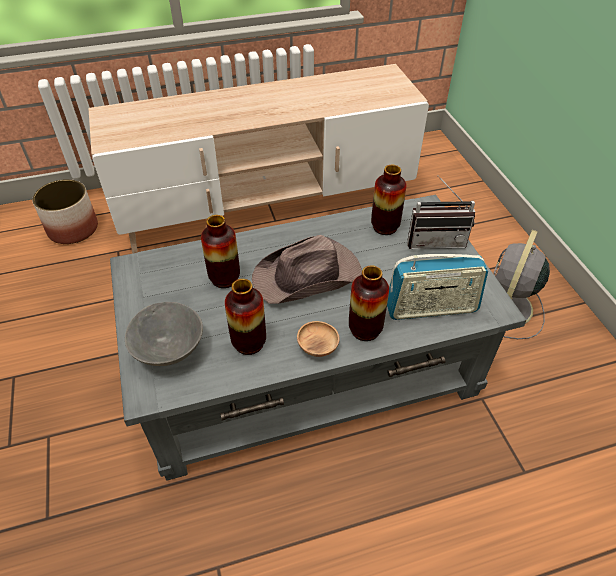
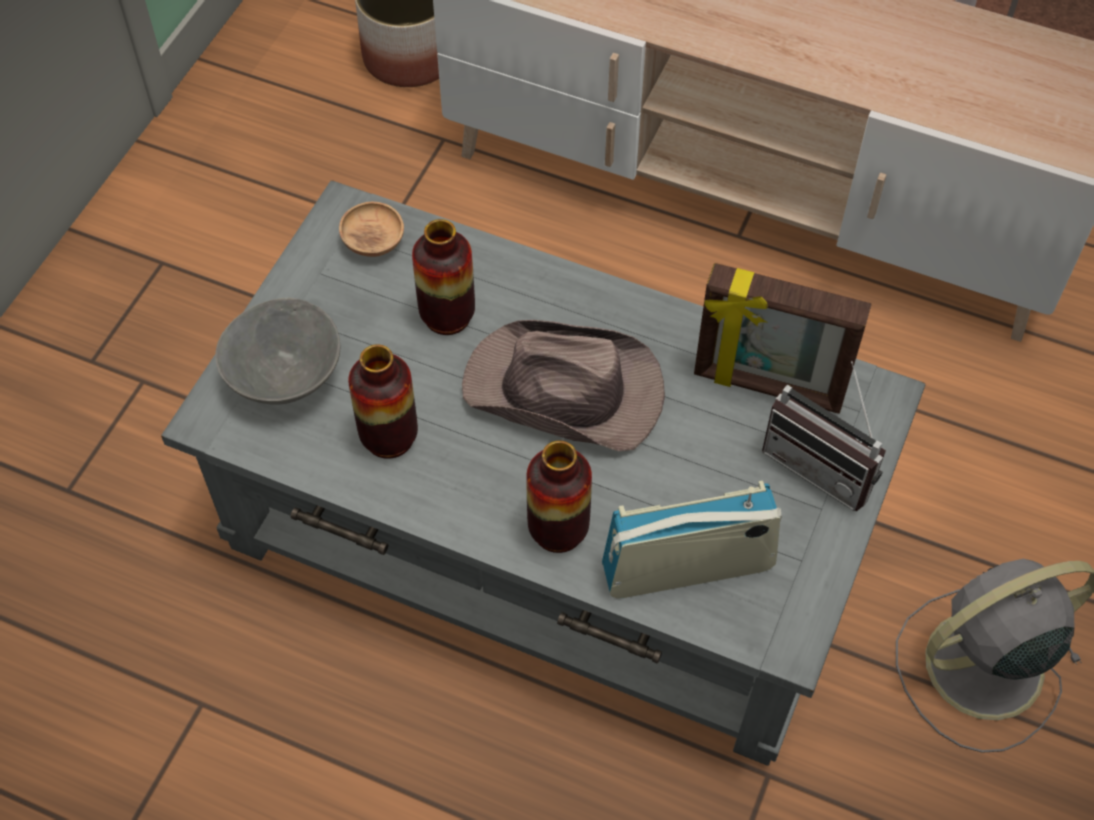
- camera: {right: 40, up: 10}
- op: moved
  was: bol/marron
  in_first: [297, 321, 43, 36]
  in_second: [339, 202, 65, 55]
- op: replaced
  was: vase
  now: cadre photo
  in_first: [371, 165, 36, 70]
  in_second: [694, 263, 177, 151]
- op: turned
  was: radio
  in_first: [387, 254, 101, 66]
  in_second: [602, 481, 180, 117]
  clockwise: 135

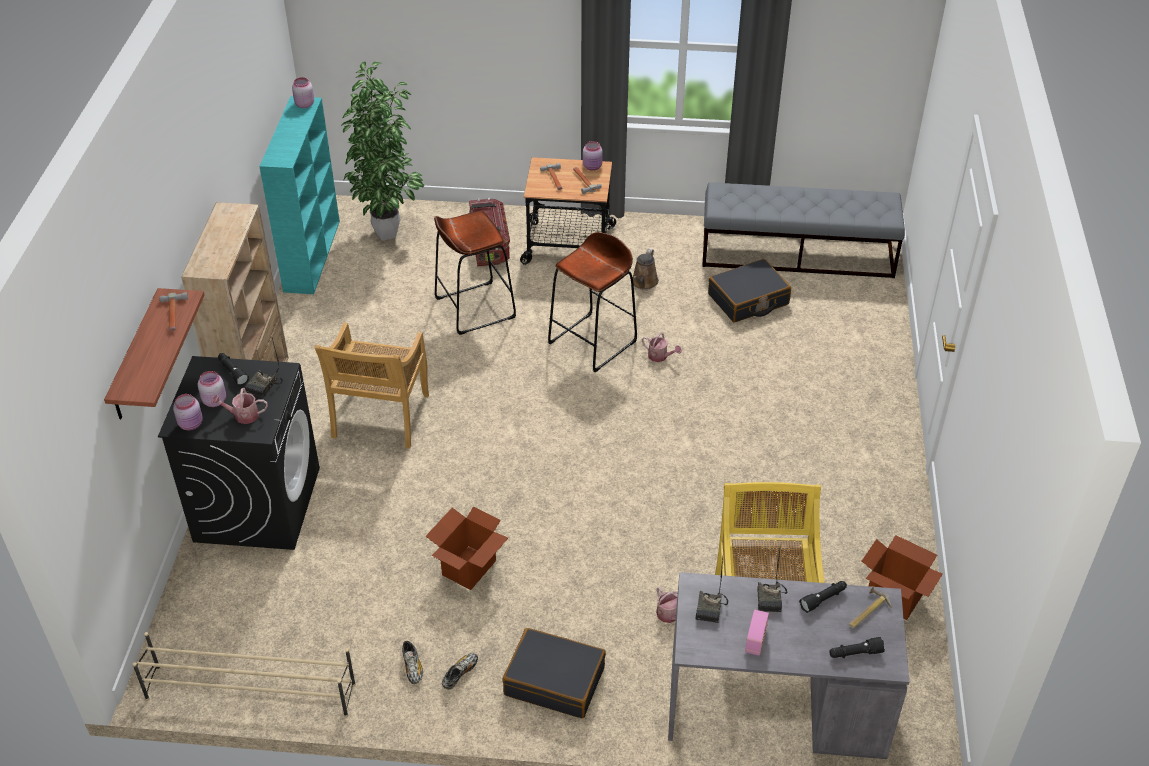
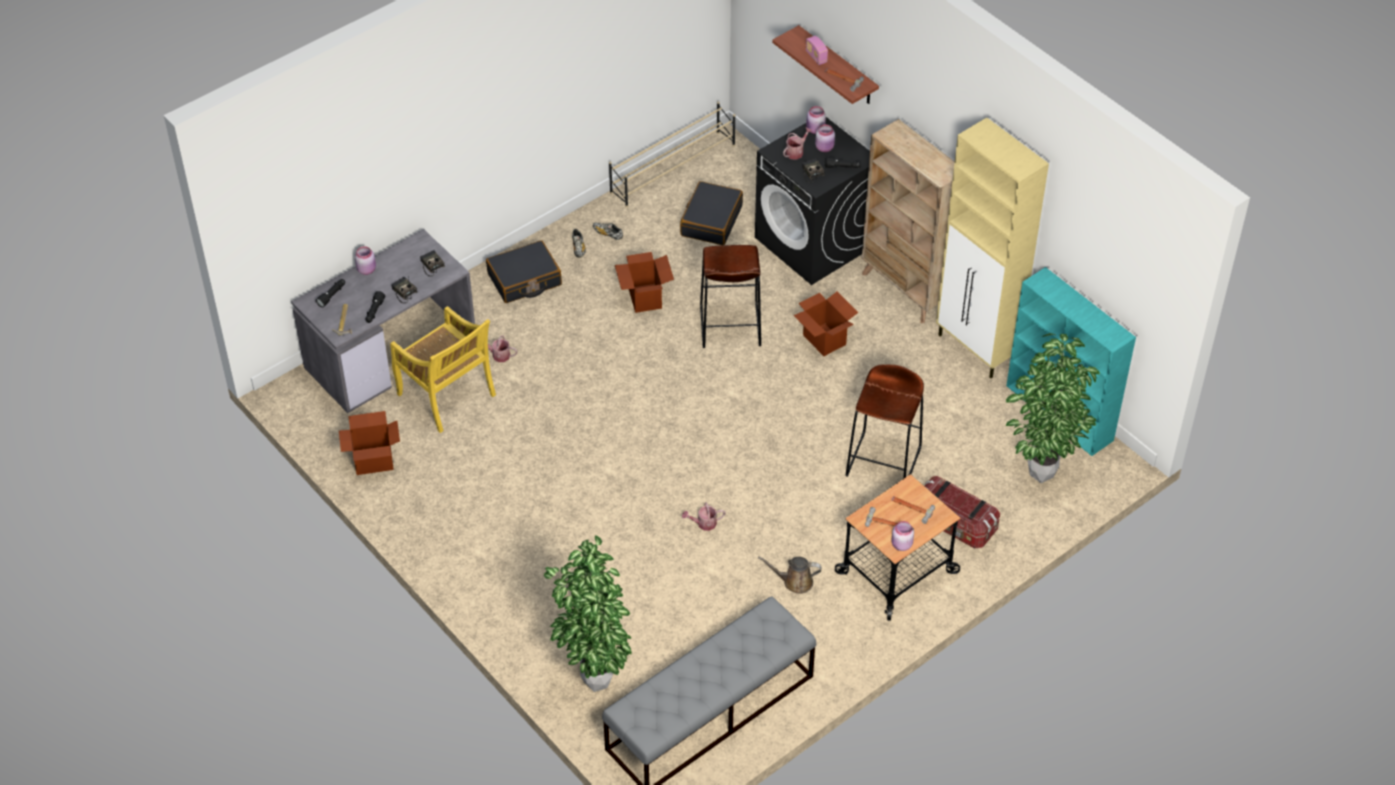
- camera: {right: 135, up: 5}
- op: added
  now: plante en pot
  in_second: [544, 535, 88, 157]
- op: added
  now: meuble de rangement/beige
  in_second: [936, 118, 113, 260]
- op: moved
  was: bocal/rose
  in_first: [292, 77, 22, 31]
  in_second: [355, 246, 21, 29]
- op: moved
  was: tabouret/marron
  in_first: [548, 232, 89, 140]
  in_second: [700, 245, 61, 103]
- op: moved
  was: valise/noir
  in_first: [708, 259, 83, 63]
  in_second: [680, 181, 63, 64]
- op: moved
  was: radio
  in_first: [745, 610, 24, 46]
  in_second: [806, 36, 22, 29]
- op: replaced
  was: chaise/beige
  now: carton
  in_first: [315, 323, 114, 126]
  in_second: [793, 291, 65, 65]
- op: turned
  was: arrosoir/marron
  in_first: [633, 249, 26, 41]
  in_second: [758, 556, 64, 38]
  clockwise: -60

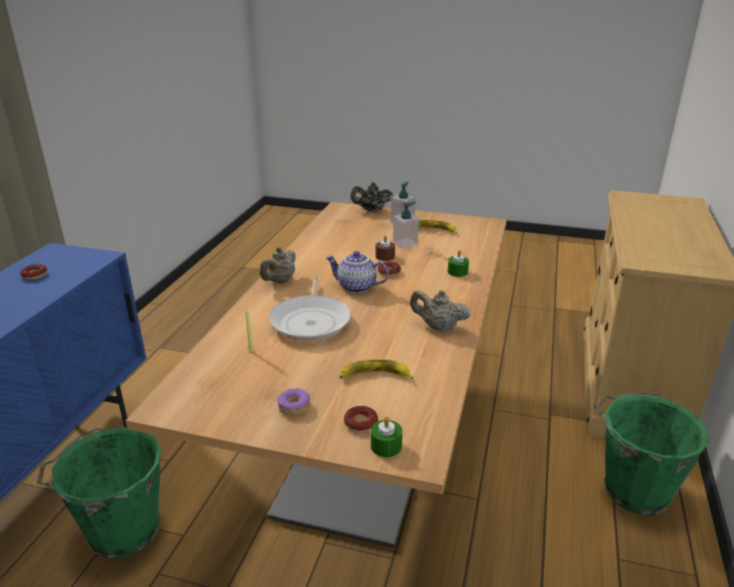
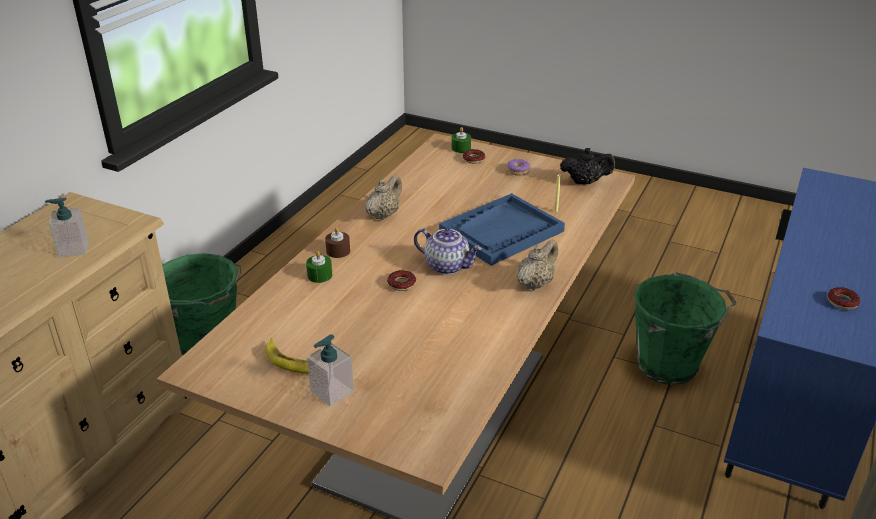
- camera: {right: -170, up: 5}
- op: removed
  was: banane
  in_first: [340, 359, 73, 20]
- op: moved
  was: théière/noir
  in_first: [351, 182, 42, 30]
  in_second: [560, 148, 55, 37]
- op: moved
  was: bougie/marron
  in_first: [375, 235, 20, 26]
  in_second: [325, 227, 25, 31]
- op: moved
  was: distributeur de savon
  in_first: [393, 202, 26, 46]
  in_second: [45, 197, 43, 61]
- op: replaced
  was: poêle
  now: plateau/bleu
  in_first: [269, 277, 82, 64]
  in_second: [439, 193, 126, 73]
- op: turned
  was: théière/beige
  in_first: [410, 290, 60, 42]
  in_second: [366, 175, 36, 45]
  clockwise: -90

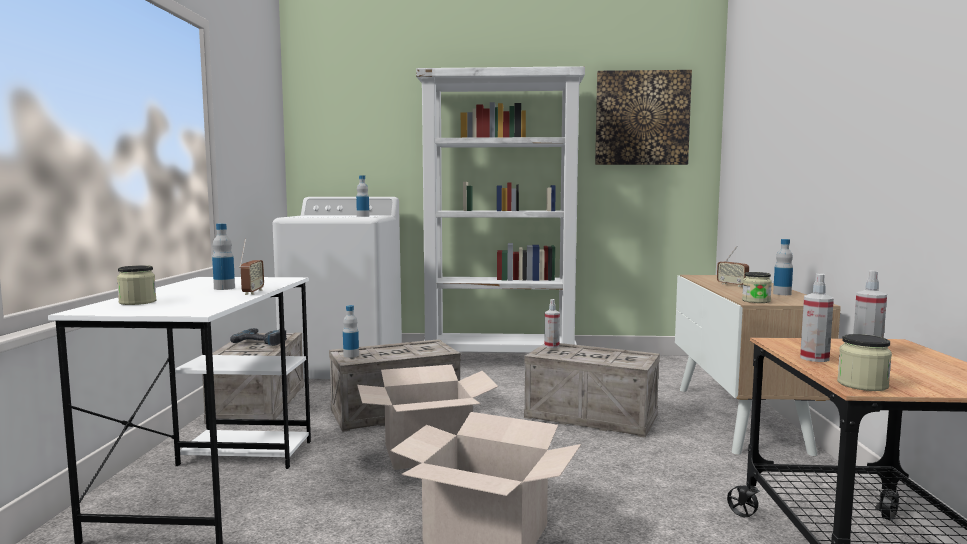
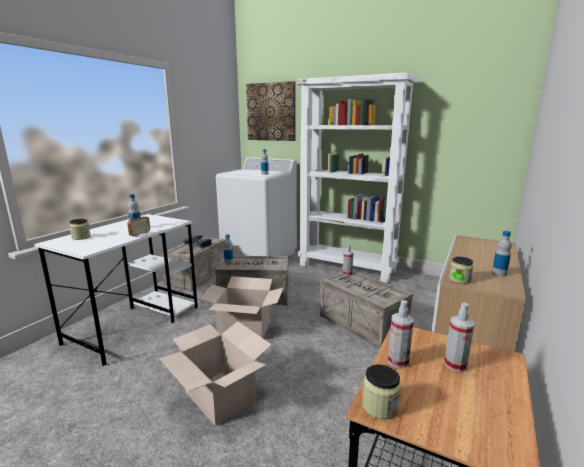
- camera: {right: 25, up: 10}
- op: removed
  was: radio
  in_first: [717, 246, 32, 41]
- op: moved
  was: tableau
  in_first: [595, 70, 97, 95]
  in_second: [246, 81, 50, 60]

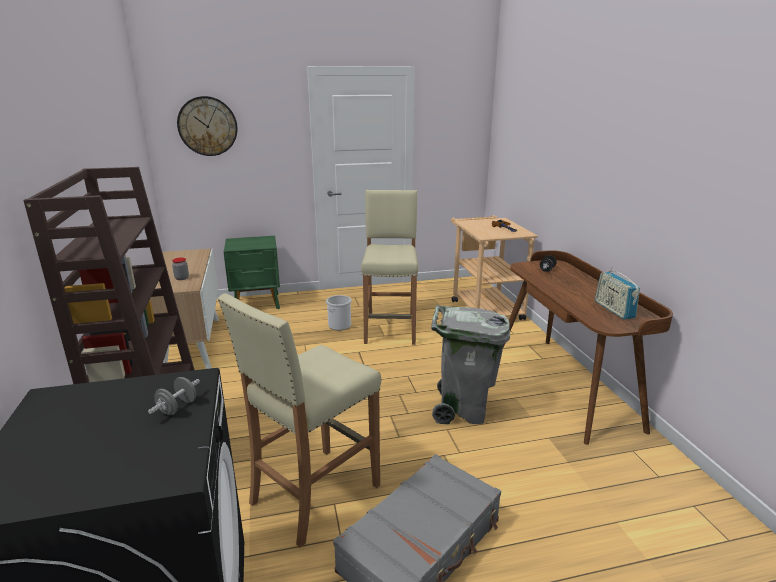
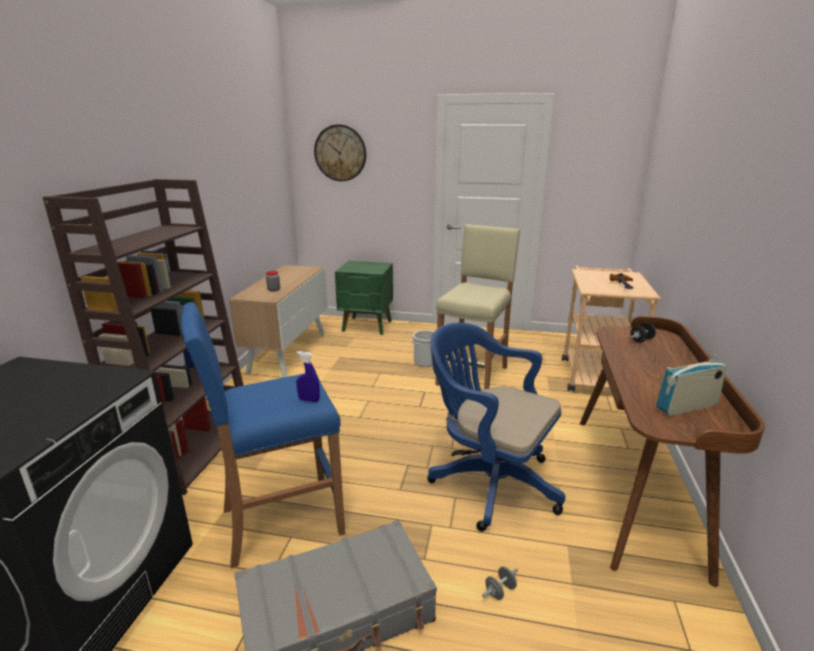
- camera: {right: 25, up: 0}
- op: added
  now: vaporisateur/bleu
  in_second: [296, 351, 24, 51]
- op: moved
  was: haltère/gris
  in_first: [148, 377, 52, 38]
  in_second: [482, 566, 36, 34]
- op: replaced
  was: poubelle/gris
  now: chaise de bureau/bleu
  in_first: [431, 305, 79, 119]
  in_second: [427, 323, 138, 209]
- op: recoloured
  was: tabouret/beige
  now: tabouret/bleu
  in_first: [218, 293, 163, 254]
  in_second: [181, 302, 164, 266]
- op: turned
  was: radio
  in_first: [595, 266, 45, 54]
  in_second: [656, 353, 70, 63]
  clockwise: 60

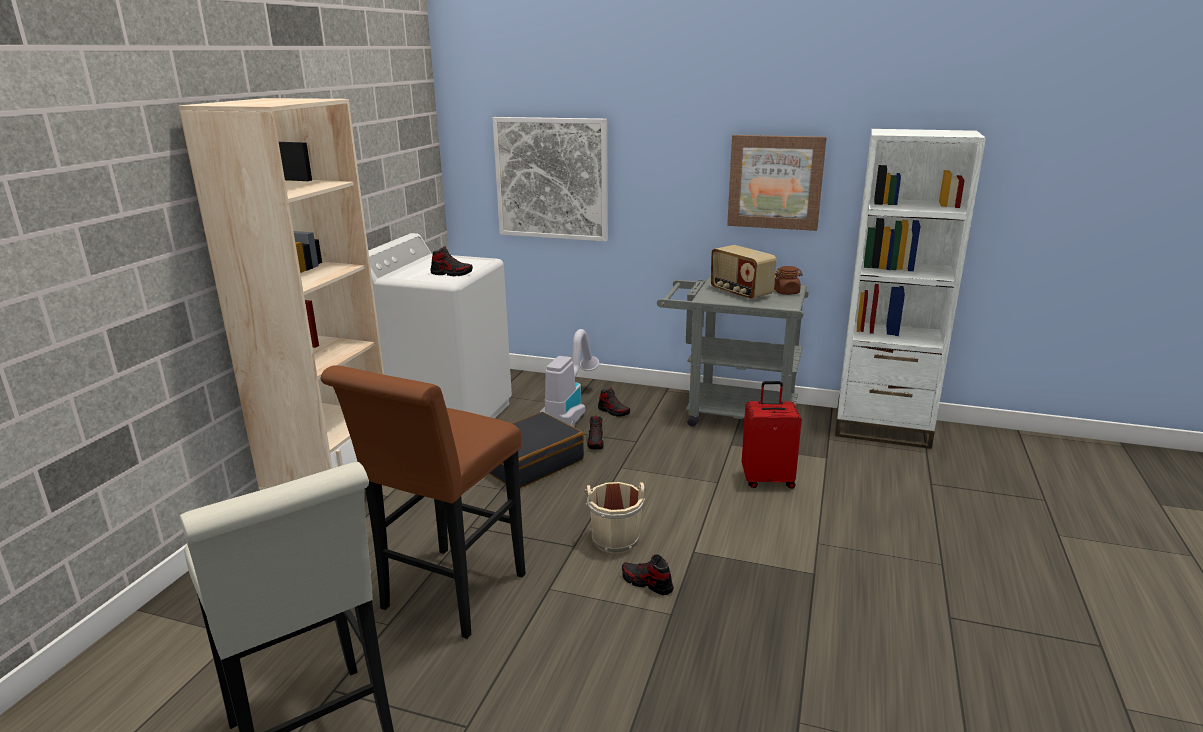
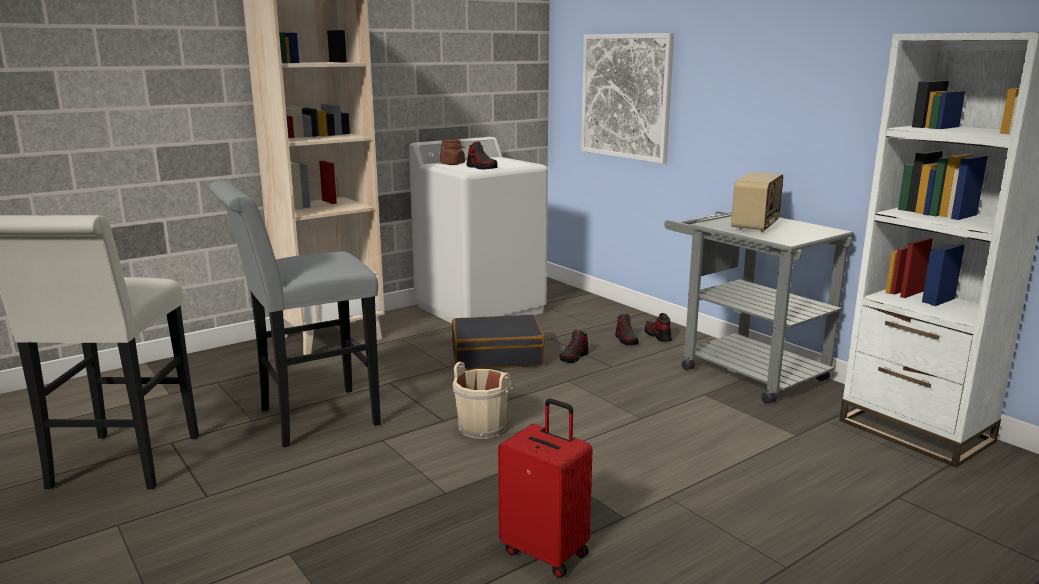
- camera: {right: 35, up: -5}
- op: removed
  was: aspirateur
  in_first: [540, 329, 59, 98]
- op: removed
  was: tableau
  in_first: [727, 135, 100, 96]
- op: moved
  was: chaussure
  in_first: [622, 555, 52, 40]
  in_second: [645, 313, 27, 29]
- op: moved
  was: valise/rouge
  in_first: [742, 381, 60, 108]
  in_second: [498, 398, 95, 180]
- op: moved
  was: bocal/marron
  in_first: [774, 266, 29, 29]
  in_second: [440, 139, 25, 26]
- op: recoloured
  was: tabouret/marron
  now: tabouret/gris
  in_first: [321, 365, 205, 274]
  in_second: [209, 181, 172, 267]
- op: turned
  was: radio
  in_first: [711, 245, 66, 55]
  in_second: [731, 172, 52, 60]
  clockwise: -150

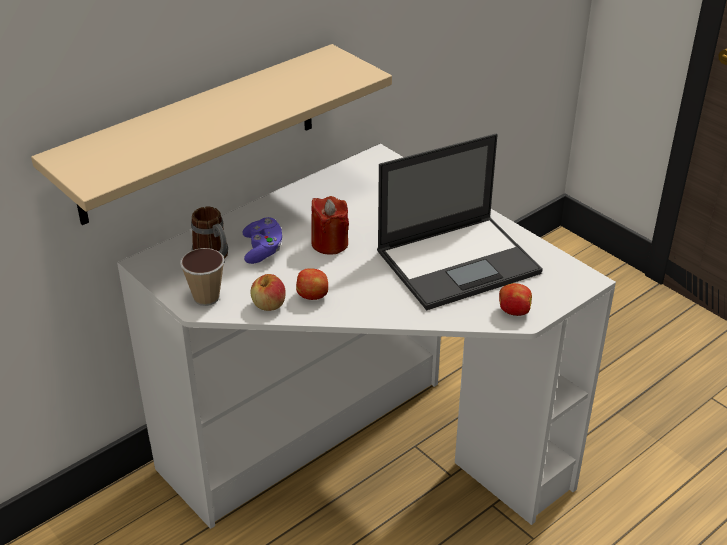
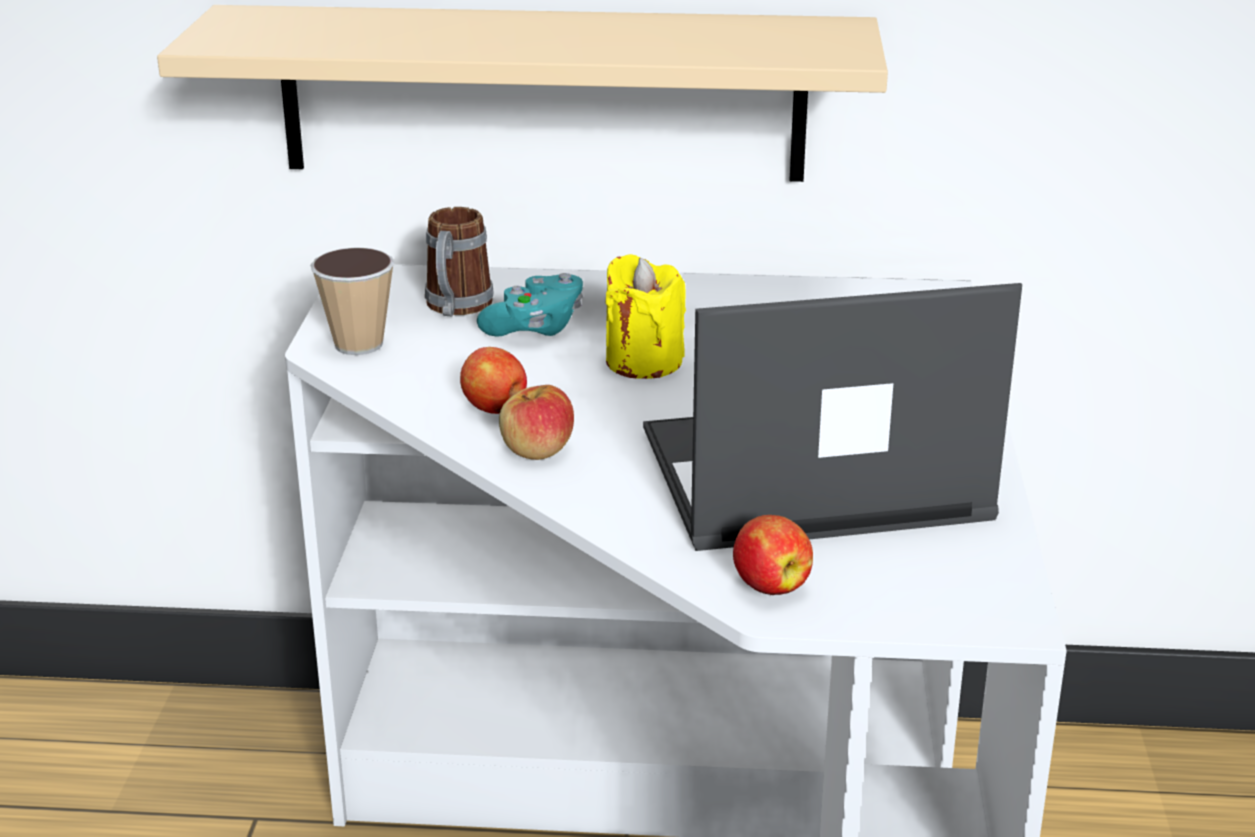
- camera: {right: 45, up: -10}
- op: moved
  was: pomme
  in_first: [250, 274, 36, 37]
  in_second: [499, 385, 75, 75]
- op: recoloured
  was: manette/violet
  now: manette/turquoise
  in_first: [242, 217, 40, 47]
  in_second: [477, 273, 106, 64]
- op: recoloured
  was: bougie/rouge
  now: bougie/jaune
  in_first: [311, 196, 38, 59]
  in_second: [606, 254, 80, 125]
- op: turned
  was: ordinateur portable
  in_first: [377, 134, 166, 177]
  in_second: [643, 283, 379, 268]
  clockwise: 150

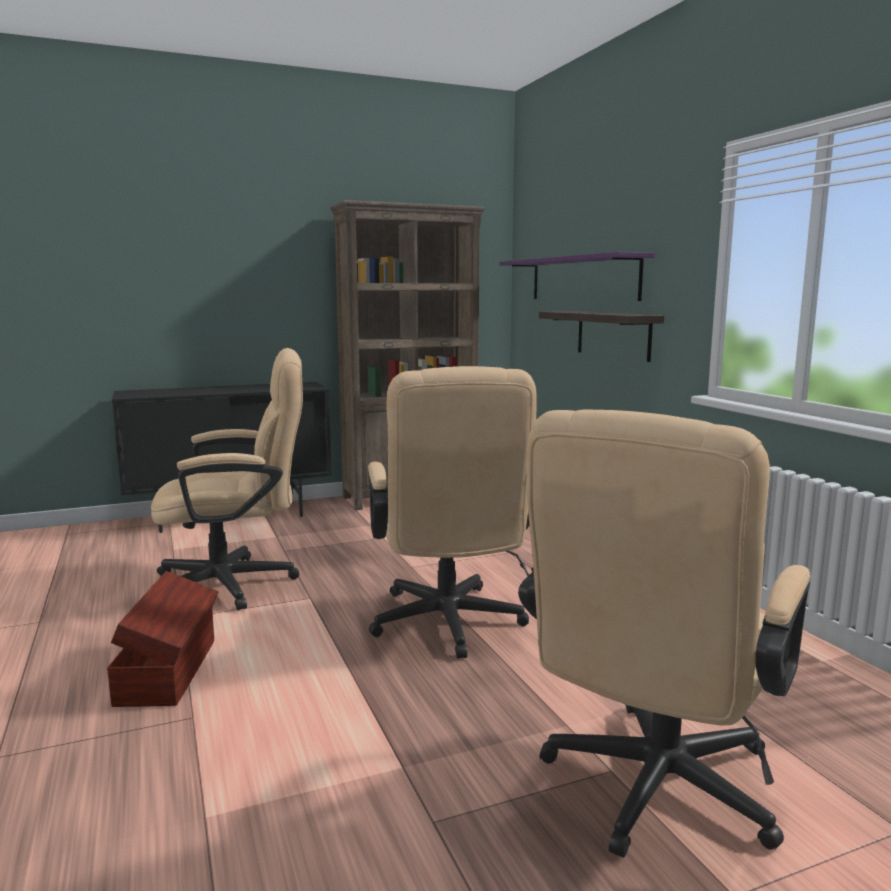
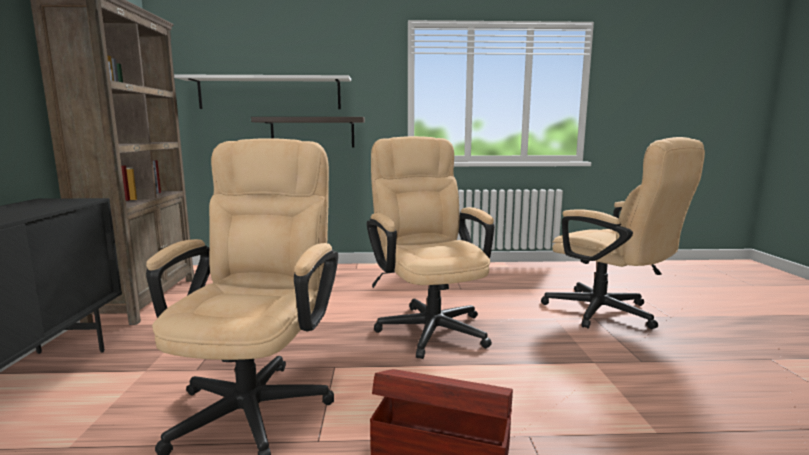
- camera: {right: -70, up: 0}
- op: recoloured
  was: étagère/violet
  now: étagère/blanc
  in_first: [499, 252, 156, 49]
  in_second: [174, 74, 177, 35]
- op: turned
  was: chaise de bureau/beige
  in_first: [368, 366, 169, 293]
  in_second: [367, 136, 127, 223]
  clockwise: -120

